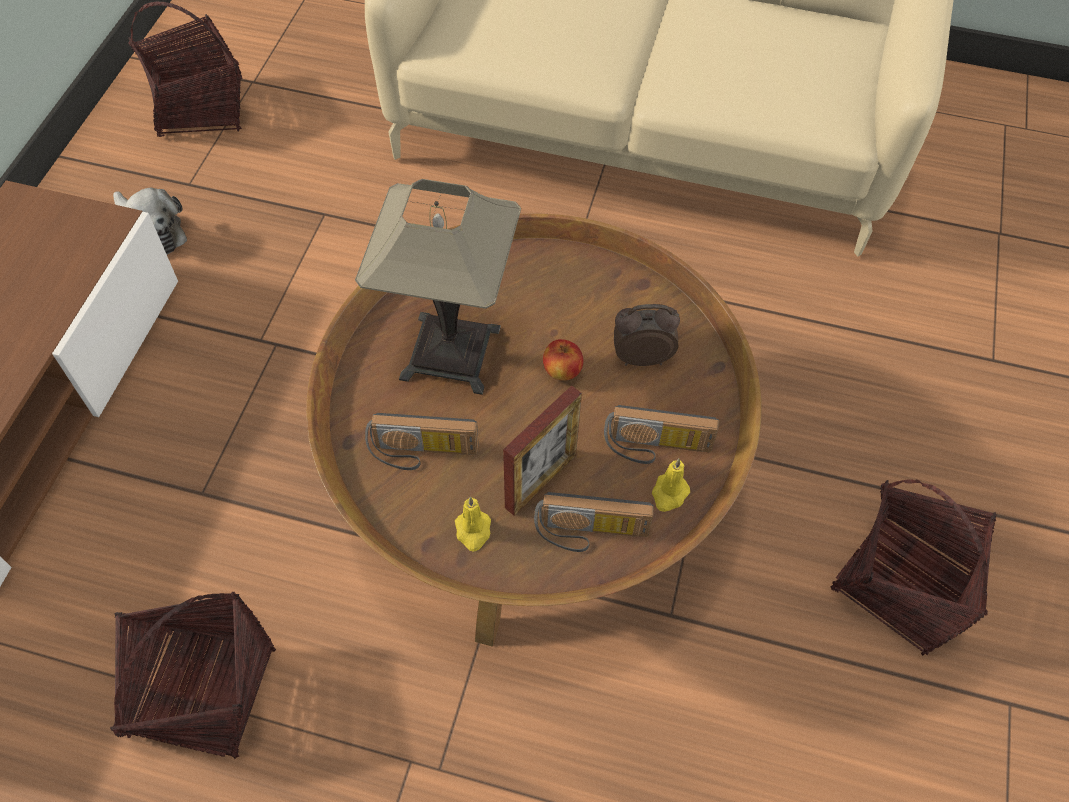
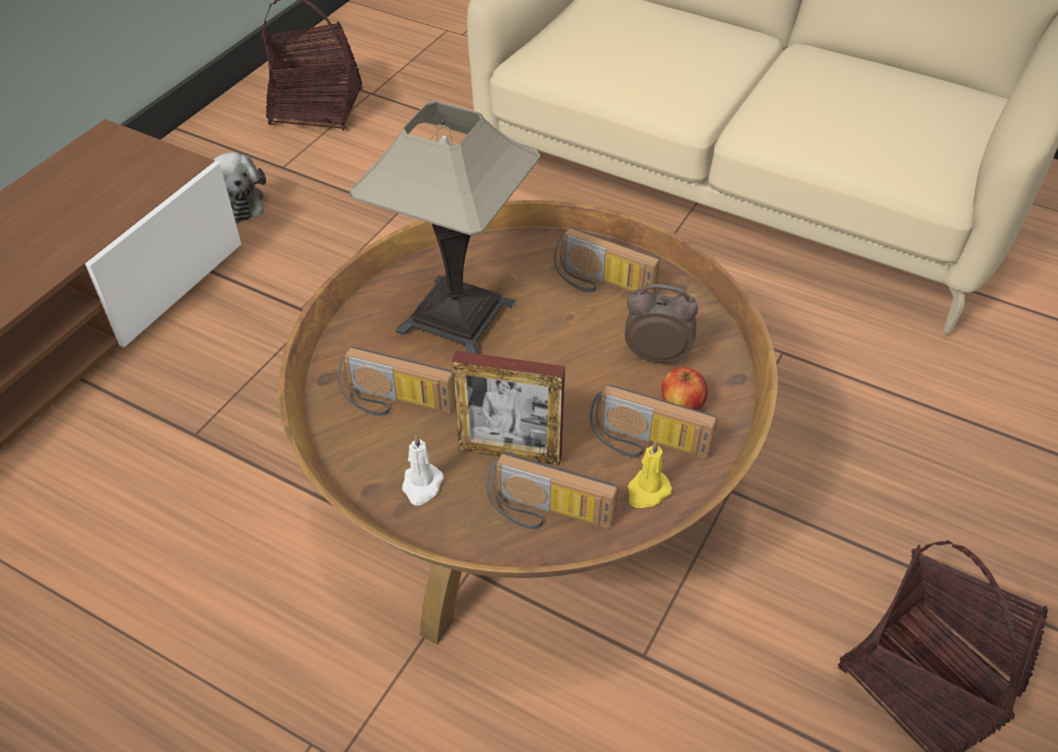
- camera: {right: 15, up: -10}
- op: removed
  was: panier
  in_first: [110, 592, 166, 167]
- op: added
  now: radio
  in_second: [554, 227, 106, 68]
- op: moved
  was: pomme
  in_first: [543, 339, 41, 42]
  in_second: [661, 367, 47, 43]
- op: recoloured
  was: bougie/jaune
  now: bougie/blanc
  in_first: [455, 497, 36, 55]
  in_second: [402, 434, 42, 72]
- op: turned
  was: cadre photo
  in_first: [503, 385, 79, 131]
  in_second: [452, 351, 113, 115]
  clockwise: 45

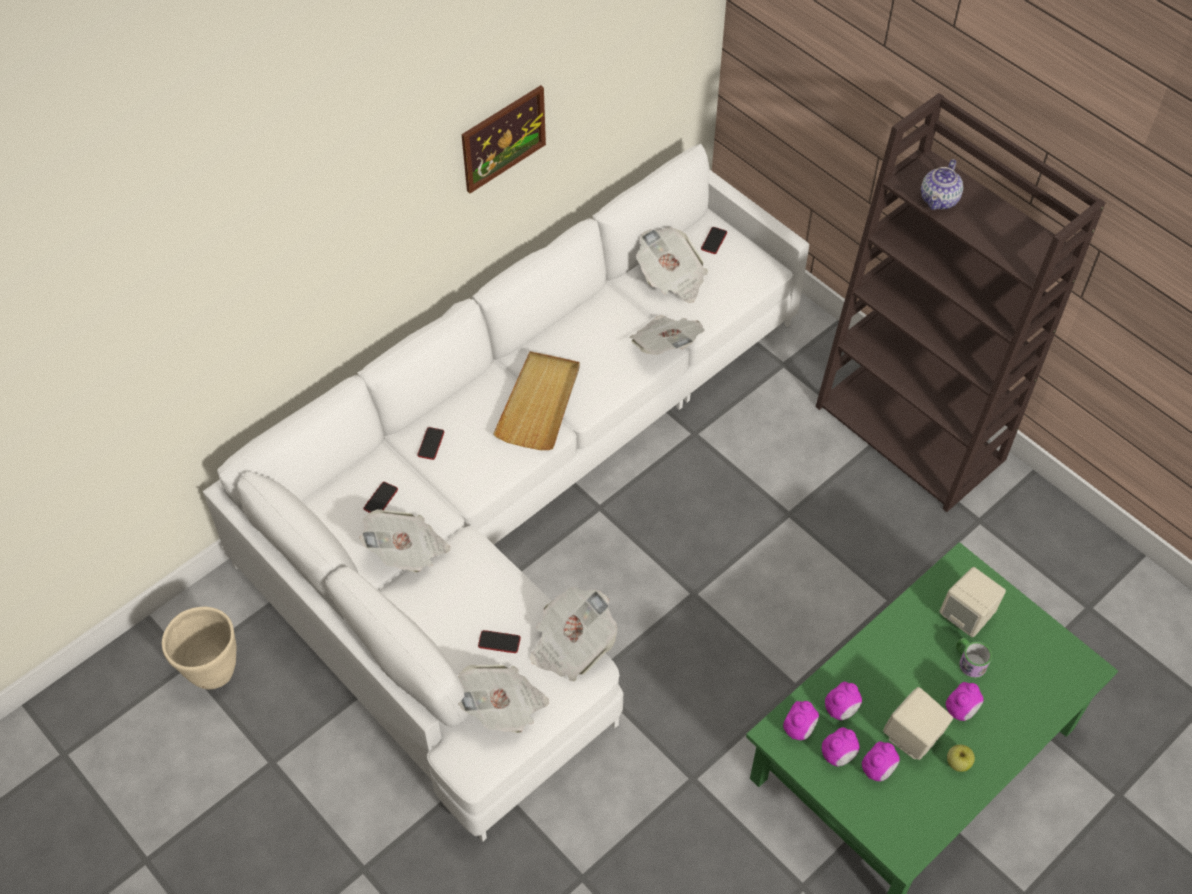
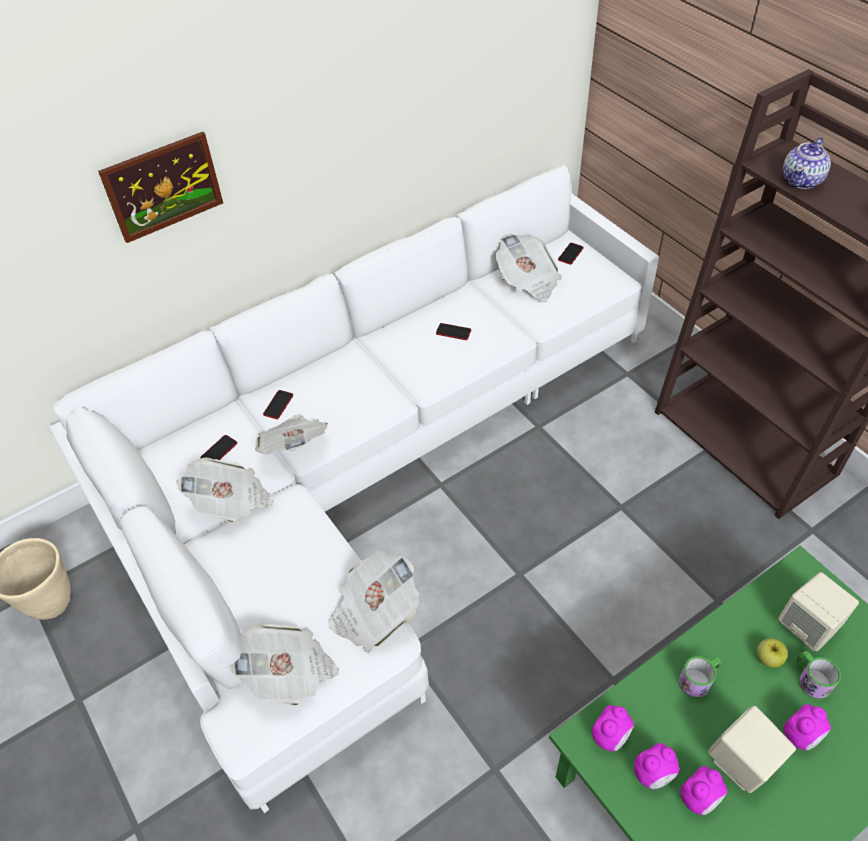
- camera: {right: 10, up: -5}
- op: removed
  was: plateau/beige
  in_first: [493, 351, 87, 99]
- op: removed
  was: réveil
  in_first: [825, 682, 37, 38]
- op: added
  now: mug
  in_second: [679, 656, 42, 42]
- op: moved
  was: tableau
  in_first: [462, 85, 84, 108]
  in_second: [98, 132, 125, 111]
- op: moved
  was: téléphone
  in_first: [478, 630, 43, 23]
  in_second: [436, 323, 35, 17]
- op: moved
  was: journal
  in_first: [629, 315, 76, 40]
  in_second: [255, 414, 73, 41]
- op: moved
  was: pomme
  in_first: [947, 745, 28, 27]
  in_second: [757, 638, 31, 30]

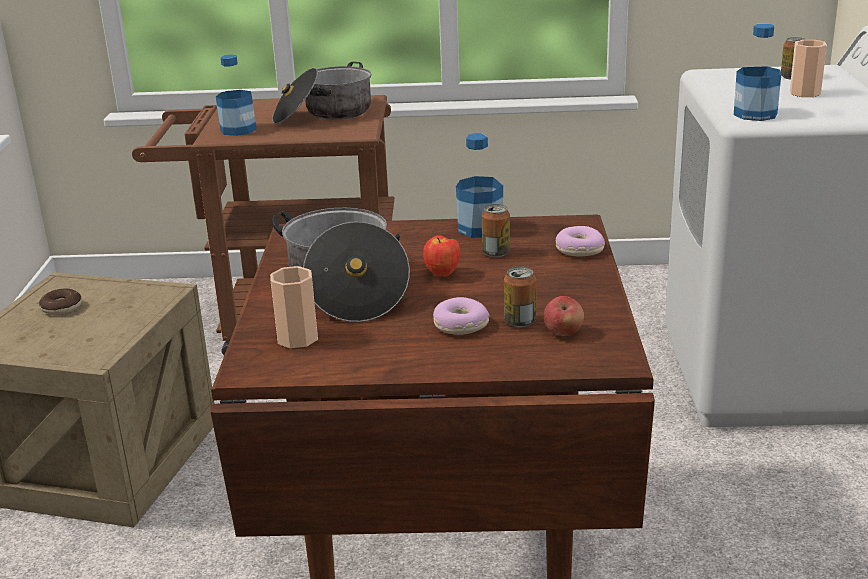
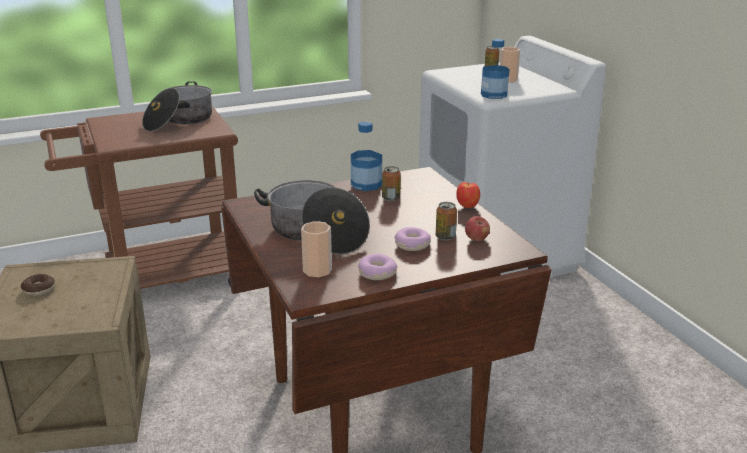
- camera: {right: -25, up: 0}
- op: removed
  was: bouteille
  in_first: [216, 55, 41, 81]
- op: moved
  was: pomme
  in_first: [423, 236, 37, 41]
  in_second: [456, 182, 24, 26]
- op: moved
  was: beignet
  in_first: [556, 226, 49, 31]
  in_second: [358, 254, 40, 26]

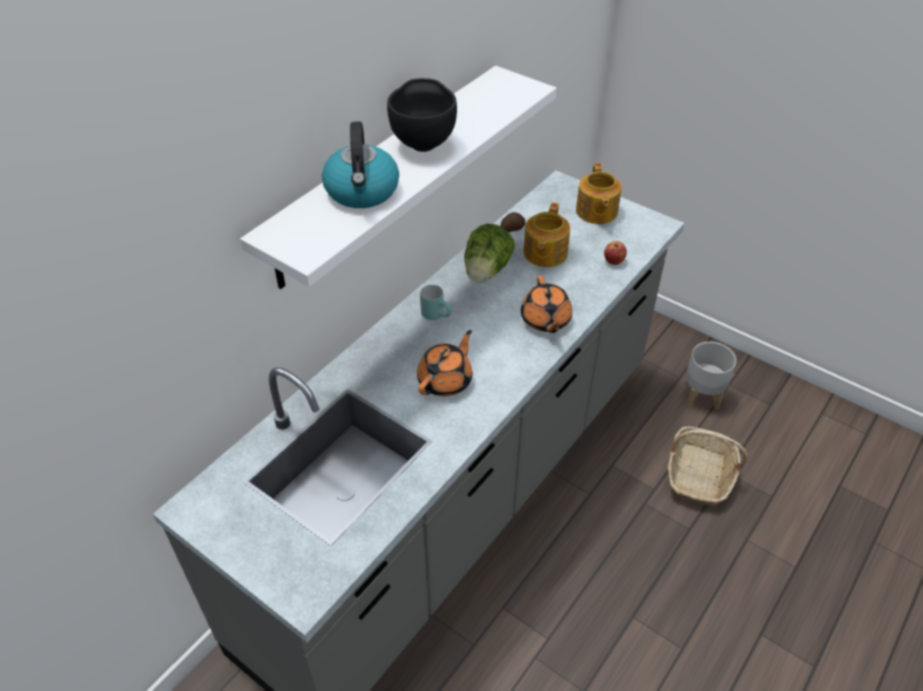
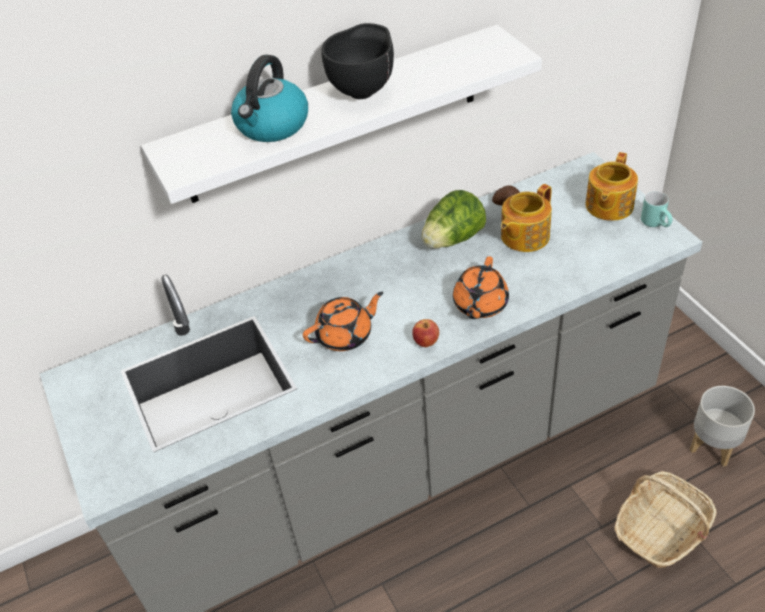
- camera: {right: 30, up: 0}
- op: moved
  was: mug/turquoise
  in_first: [420, 285, 32, 35]
  in_second: [641, 191, 31, 36]
- op: moved
  was: pomme
  in_first: [604, 241, 23, 24]
  in_second: [412, 319, 27, 28]

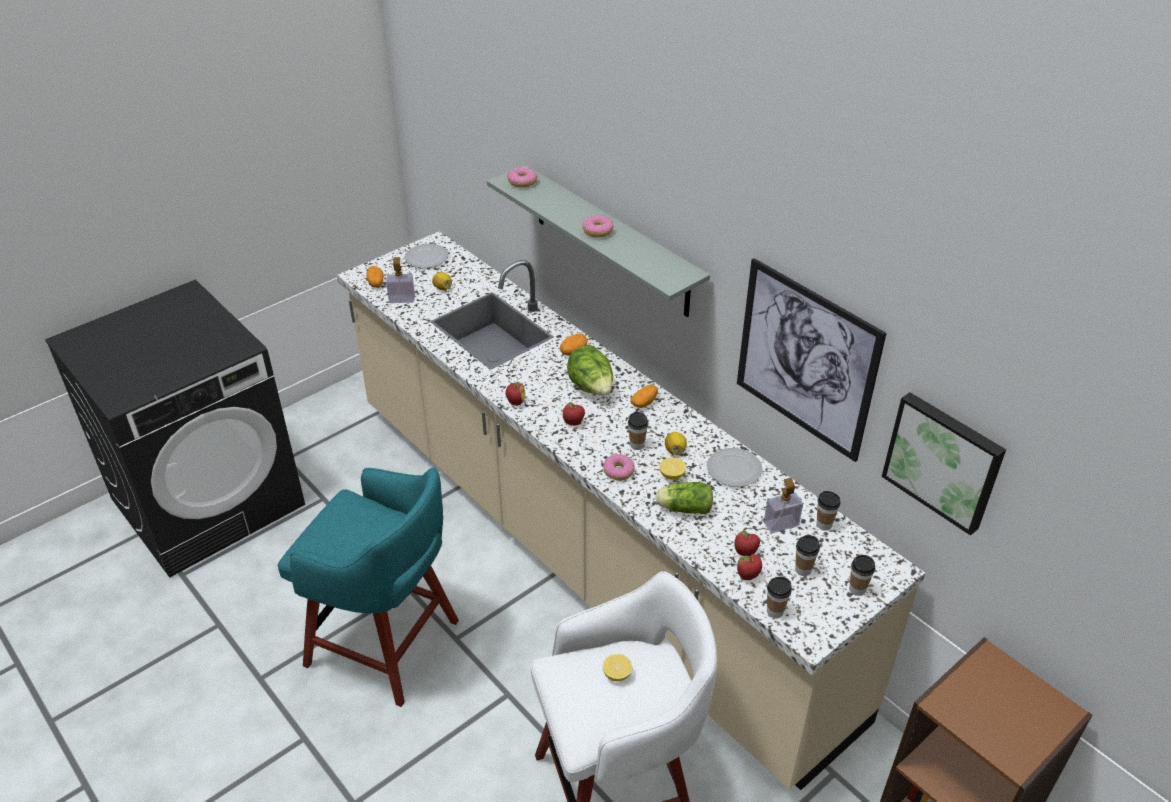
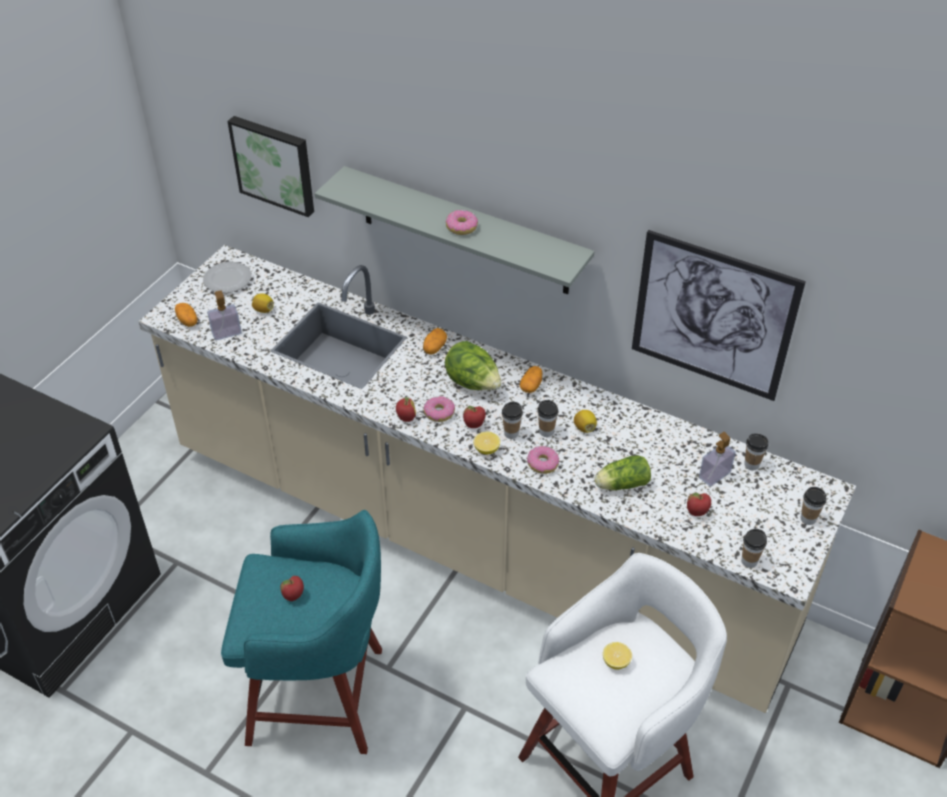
- camera: {right: -20, up: 5}
- op: removed
  was: assiette
  in_first: [707, 448, 56, 39]
- op: moved
  was: beignet
  in_first: [508, 167, 30, 21]
  in_second: [424, 396, 31, 26]
- op: moved
  was: citron
  in_first: [659, 457, 27, 23]
  in_second: [473, 431, 27, 24]
- op: moved
  was: pomme
  in_first: [737, 554, 25, 26]
  in_second: [280, 576, 24, 25]
- op: moved
  was: tasse
  in_first: [795, 535, 25, 41]
  in_second: [502, 402, 21, 37]
- op: moved
  was: tableau
  in_first: [882, 392, 124, 143]
  in_second: [228, 116, 86, 101]

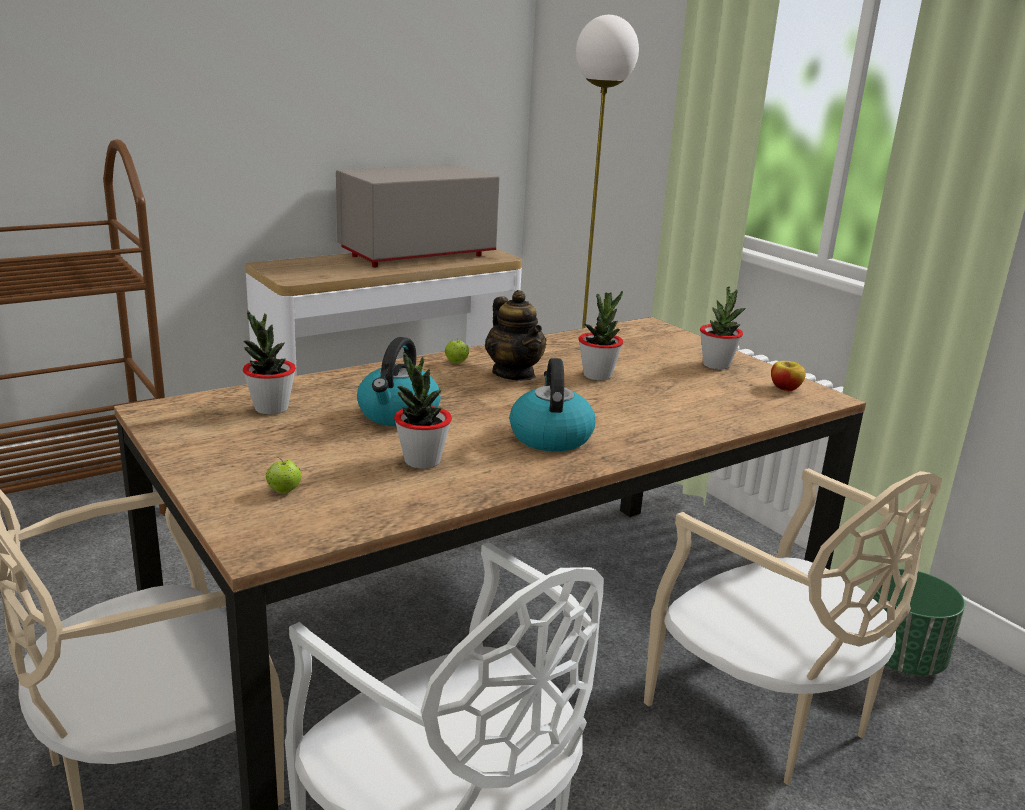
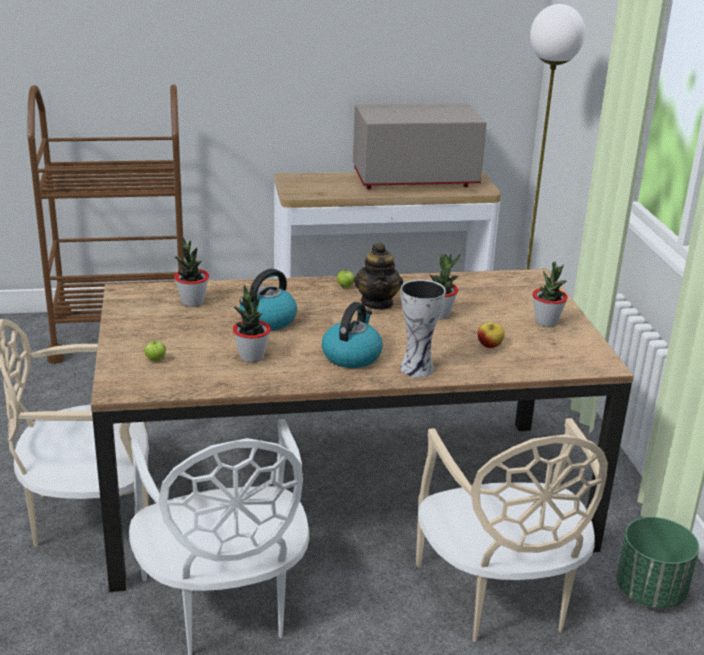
- camera: {right: 25, up: 5}
- op: added
  now: vase
  in_second: [400, 280, 46, 97]
- op: moved
  was: pomme
  in_first: [771, 361, 35, 30]
  in_second: [477, 323, 28, 25]

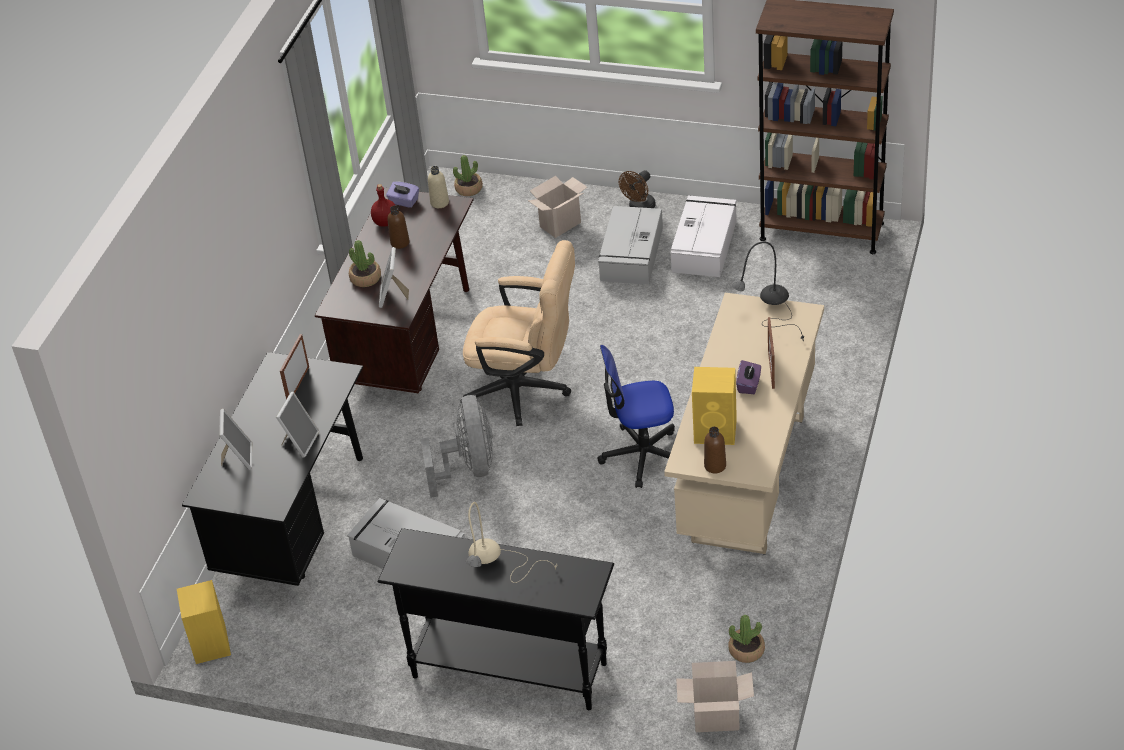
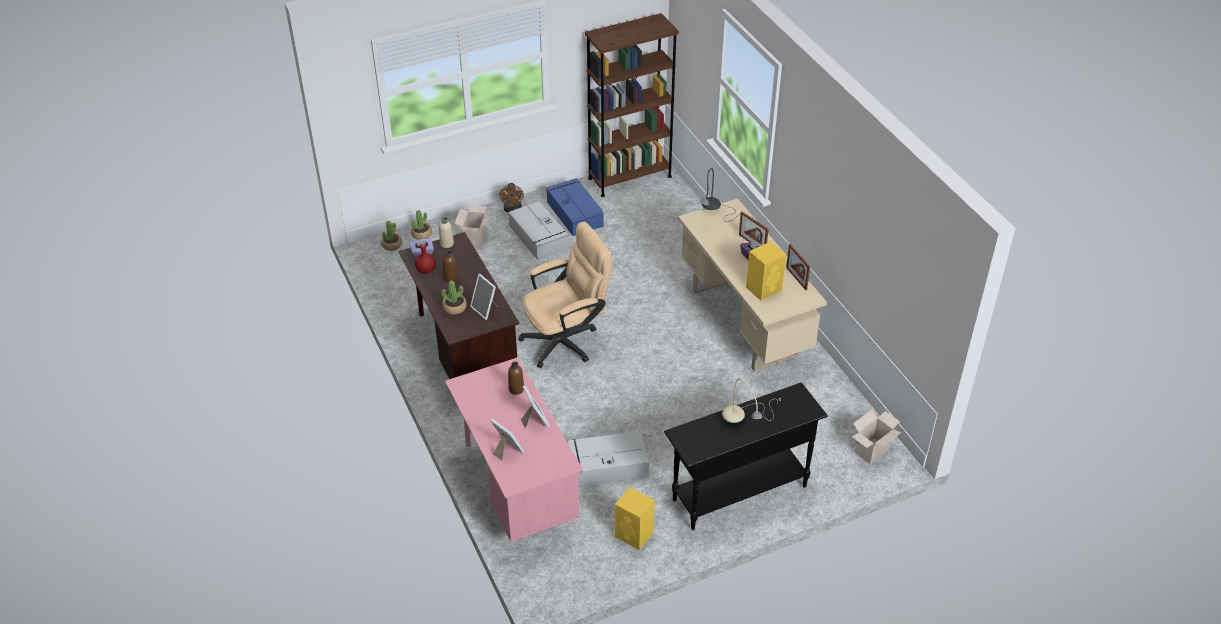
- camera: {right: -45, up: 0}
- op: removed
  was: ventilateur/gris
  in_first: [421, 395, 72, 103]
- op: removed
  was: chaise de bureau
  in_first: [597, 345, 78, 143]
- op: moved
  was: enceinte/jaune
  in_first: [177, 580, 54, 84]
  in_second: [615, 487, 40, 63]
- op: moved
  was: cadre photo
  in_first: [280, 334, 29, 65]
  in_second: [786, 244, 24, 46]
- op: moved
  was: bouteille/marron
  in_first: [704, 427, 22, 46]
  in_second: [508, 361, 16, 34]
- op: moved
  was: plante en pot
  in_first: [728, 615, 37, 48]
  in_second: [411, 210, 21, 30]
- op: recoloured
  was: bureau/noir
  now: bureau/rose
  in_first: [182, 352, 181, 234]
  in_second: [445, 357, 138, 185]
- op: recoloured
  was: boîte de rangement/blanc
  now: boîte de rangement/bleu
  in_first: [671, 195, 66, 82]
  in_second: [546, 178, 58, 58]

